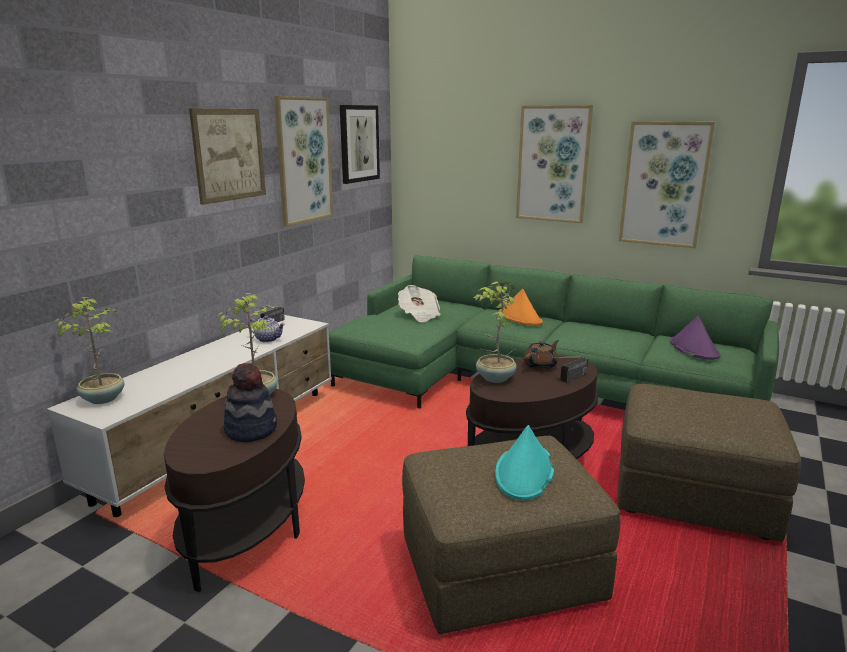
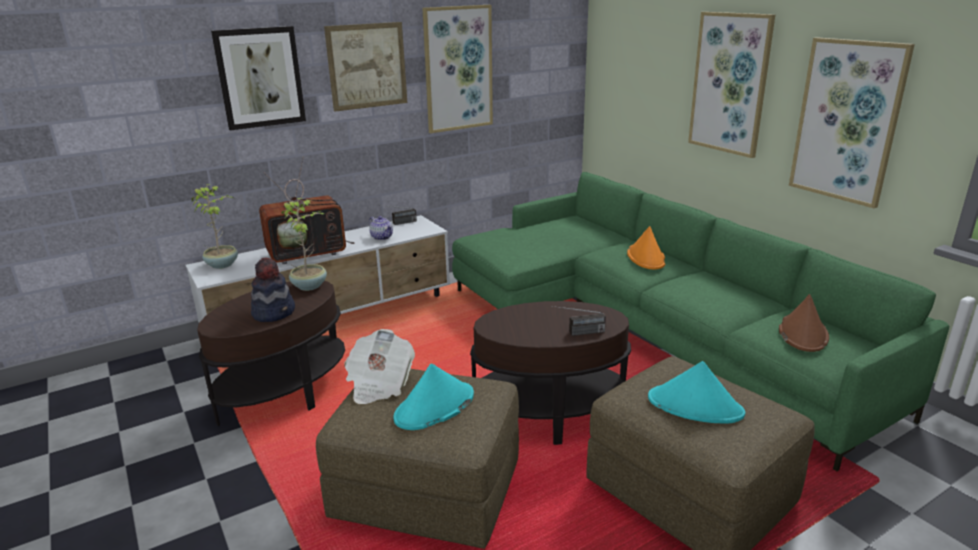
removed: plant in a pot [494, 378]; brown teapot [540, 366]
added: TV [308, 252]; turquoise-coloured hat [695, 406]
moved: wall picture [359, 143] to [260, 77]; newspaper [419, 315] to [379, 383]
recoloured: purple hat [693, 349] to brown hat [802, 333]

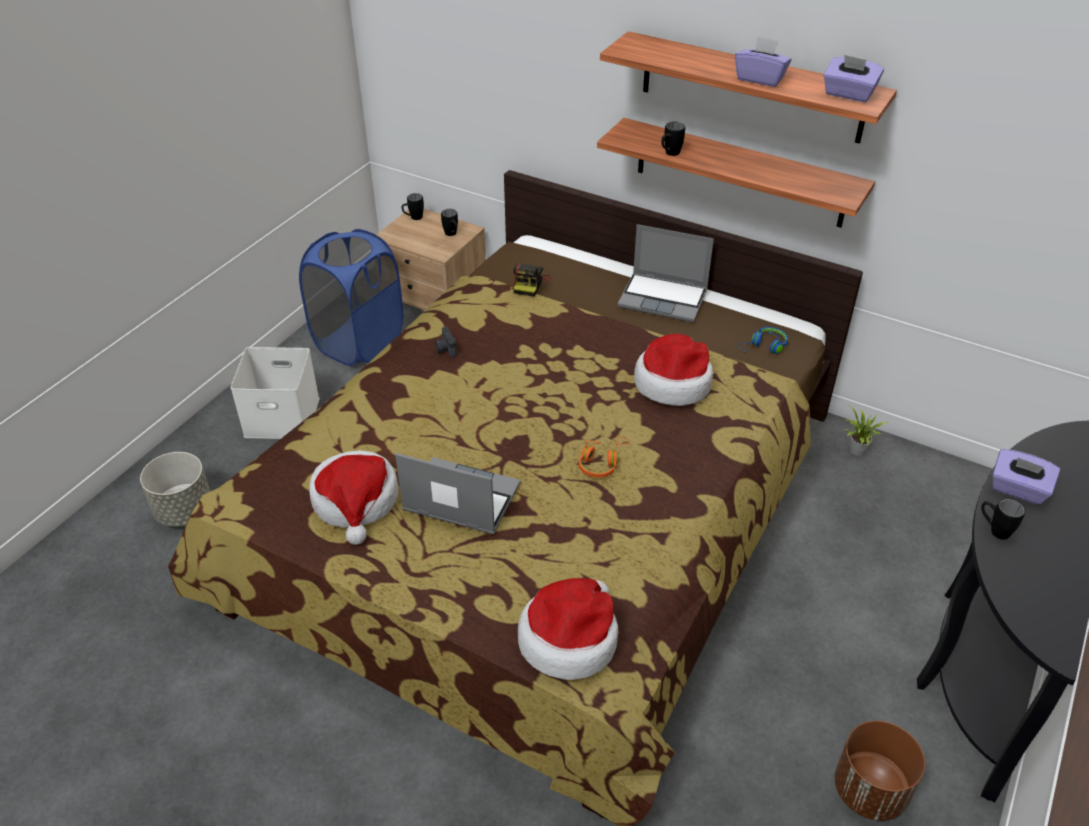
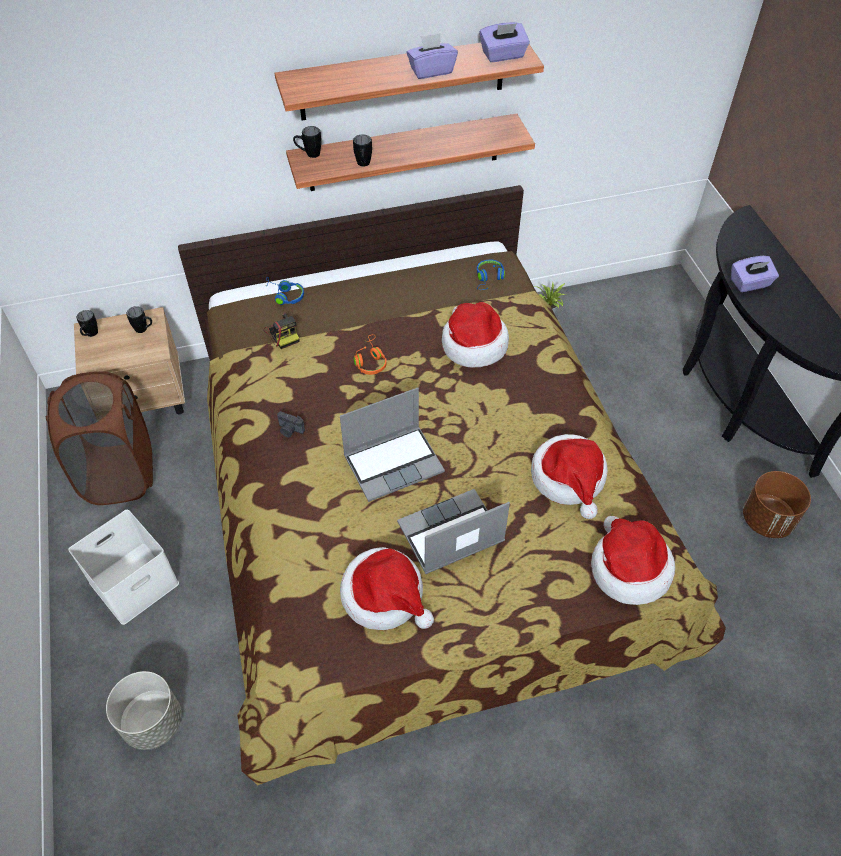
added: blue-coloured headset [284, 295]; hat [569, 479]
moved: portable computer [664, 298] to [394, 463]; orange-coloured headset [601, 463] to [370, 361]; black mug [993, 530] to [309, 154]
recoloured: blue-coloured hamper [359, 342] to brown hamper [119, 474]

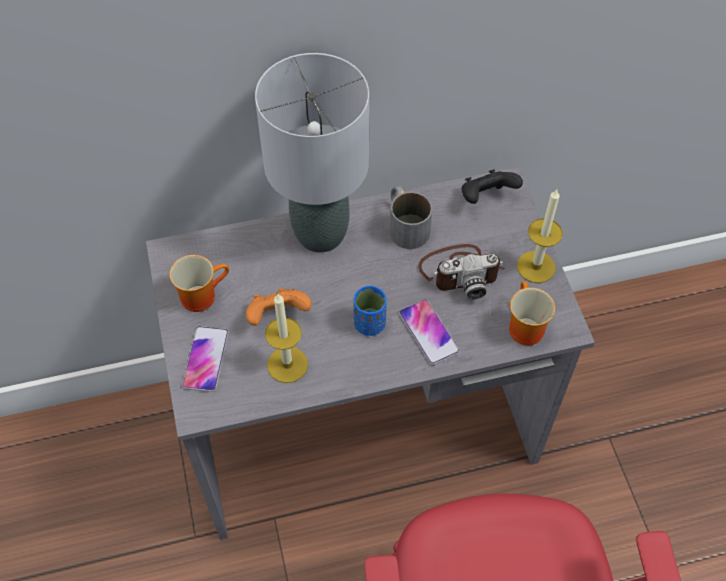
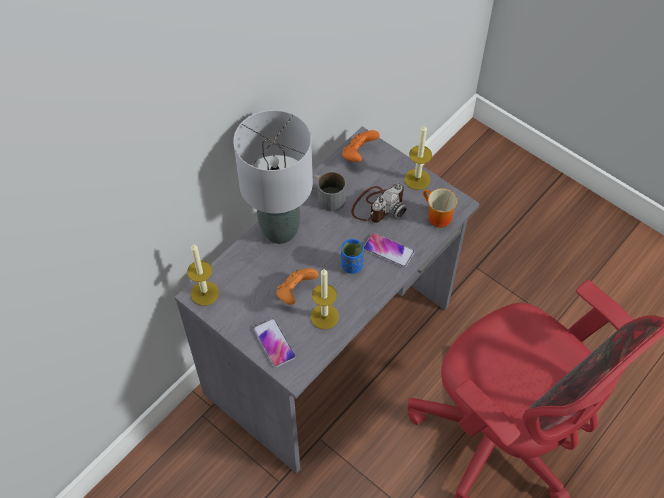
removed: mug [201, 294]
added: wax light [204, 293]
recoloured: black joypad [486, 197] to orange-coloured joypad [358, 154]

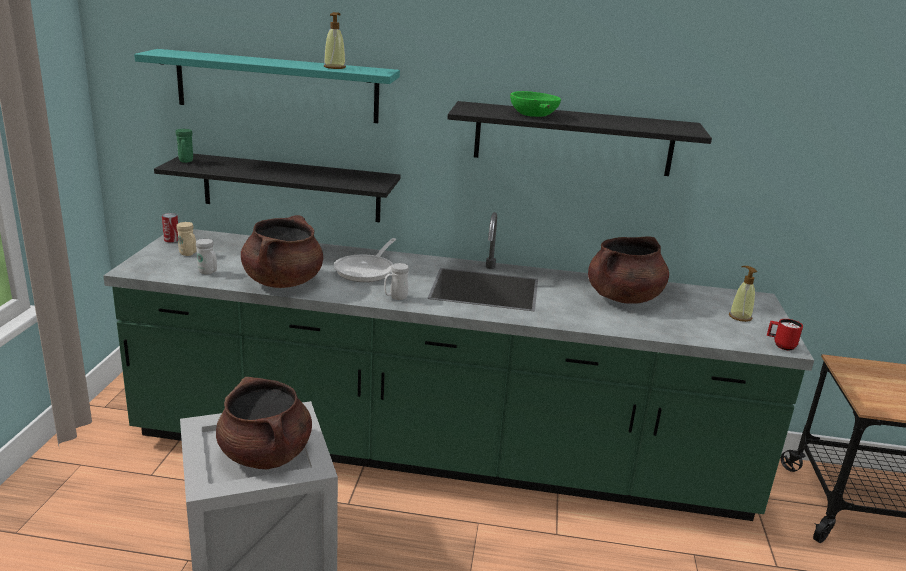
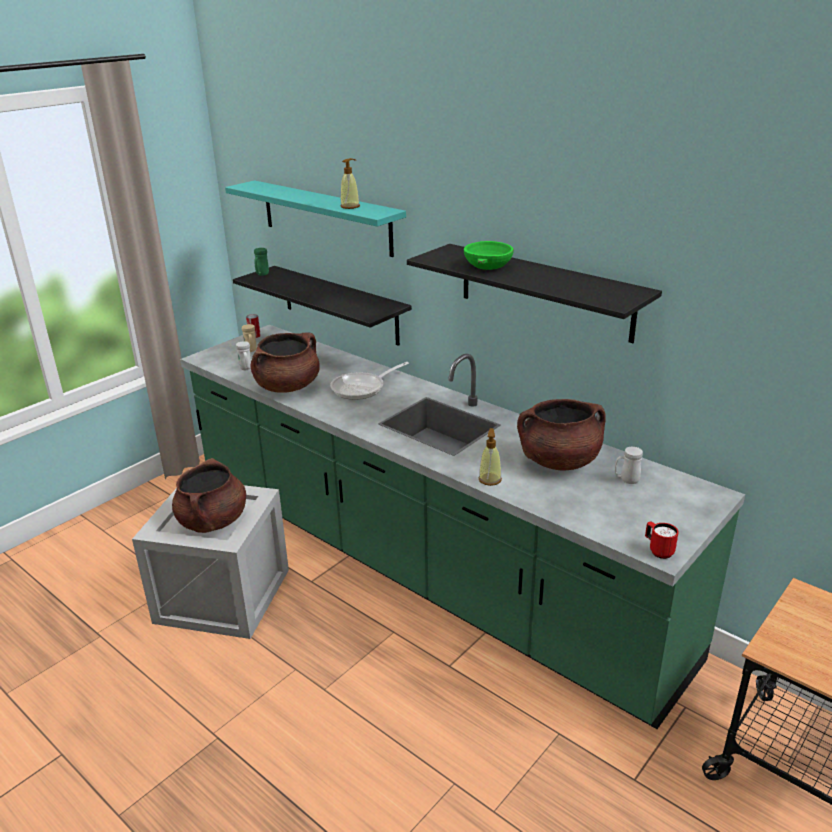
moved: white-coloured mug [395, 298] to [626, 480]; soap dispenser [740, 317] to [490, 479]

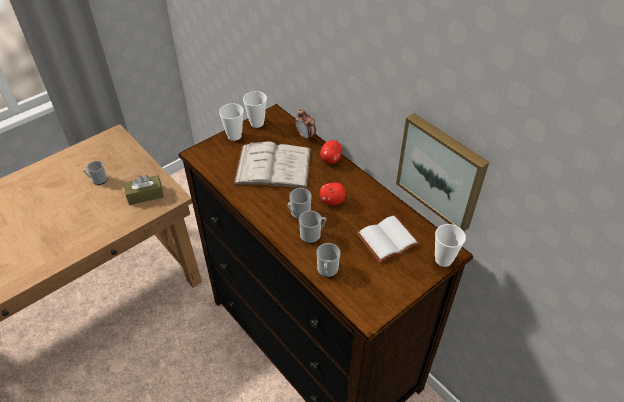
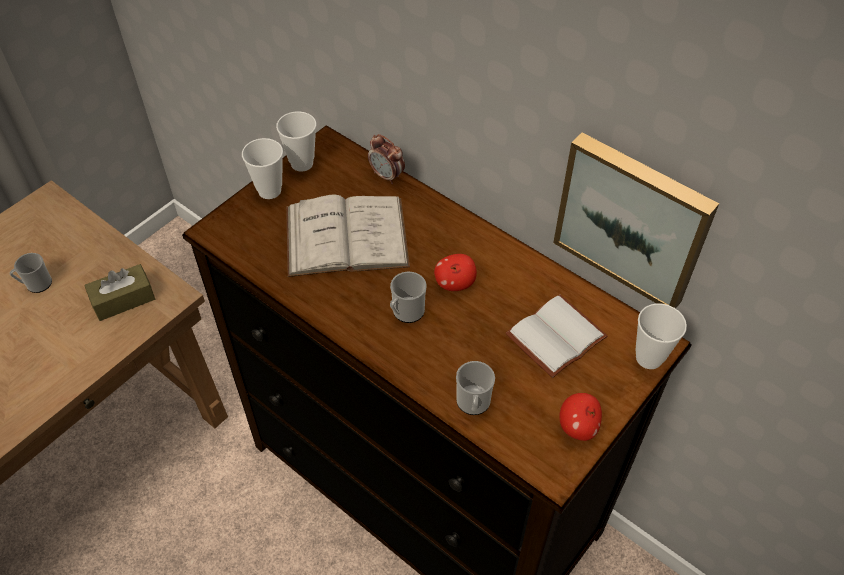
removed: mug [312, 235]
moved: apple [330, 160] to [578, 427]

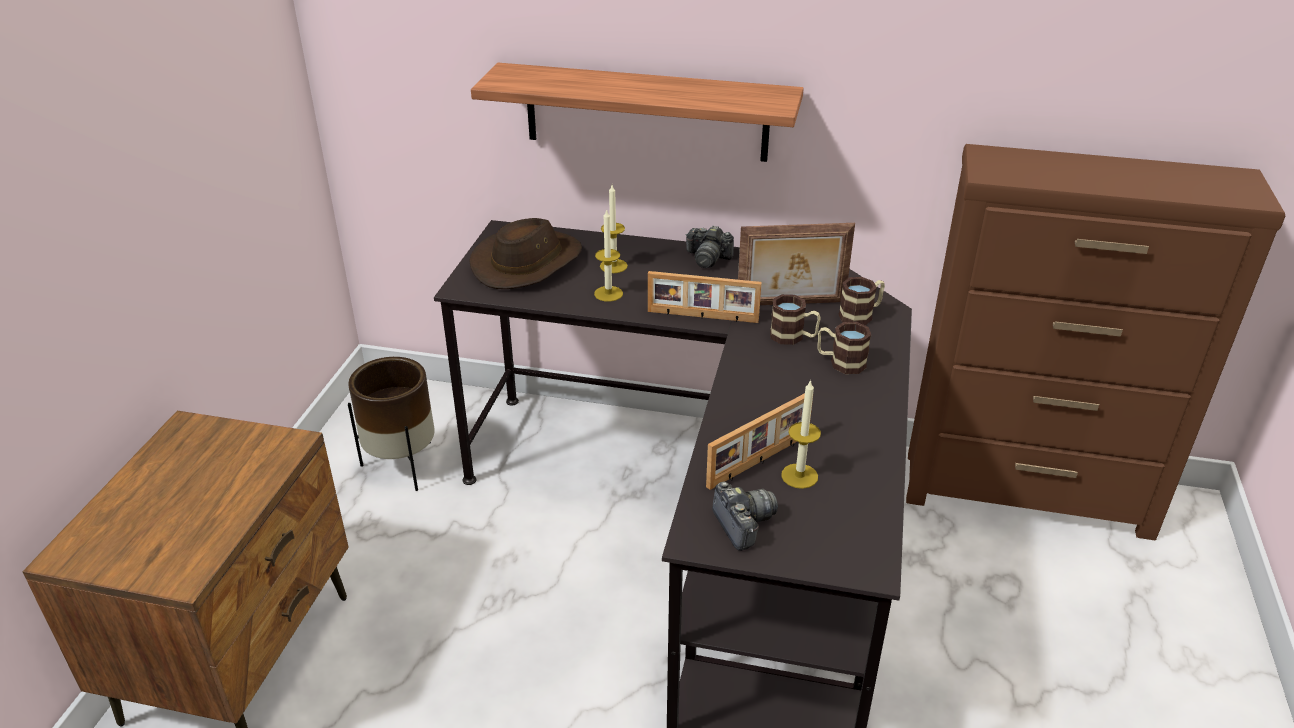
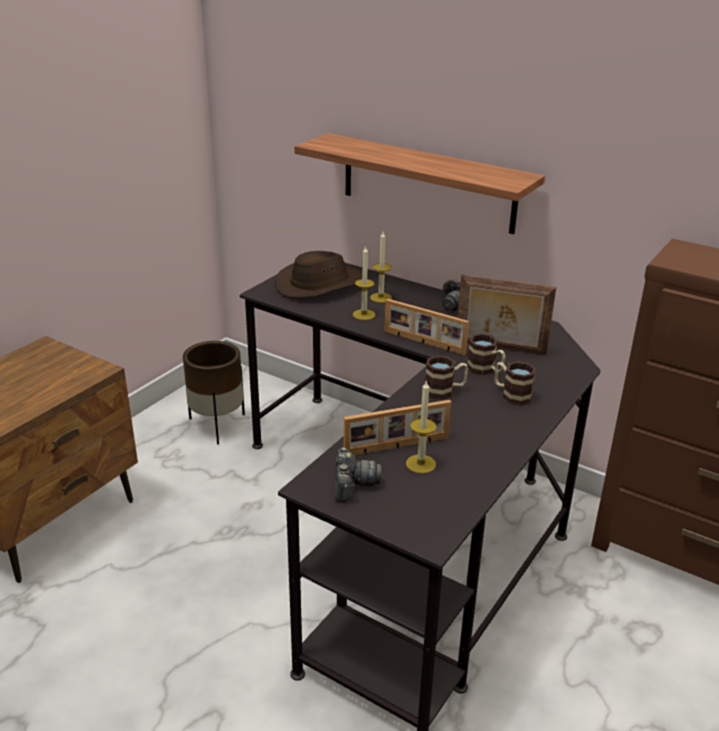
moved: mug [861, 315] to [445, 391]

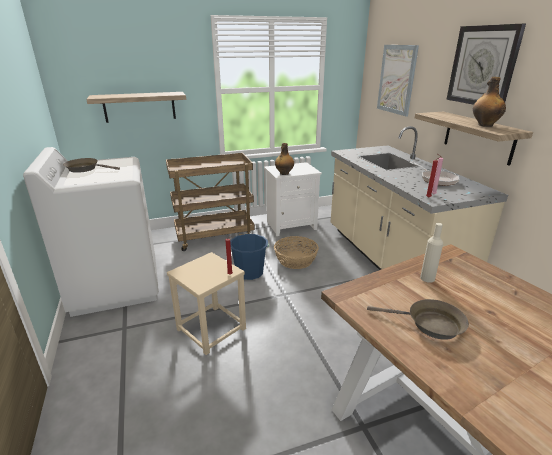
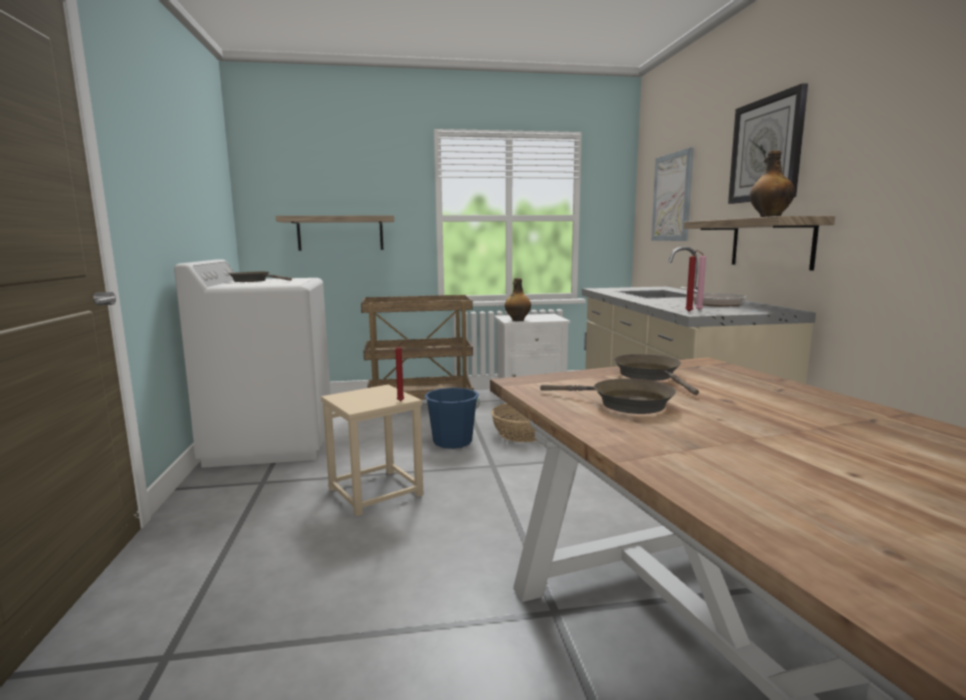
replaced: beige-coloured bottle [427, 278] to brown skillet [650, 376]

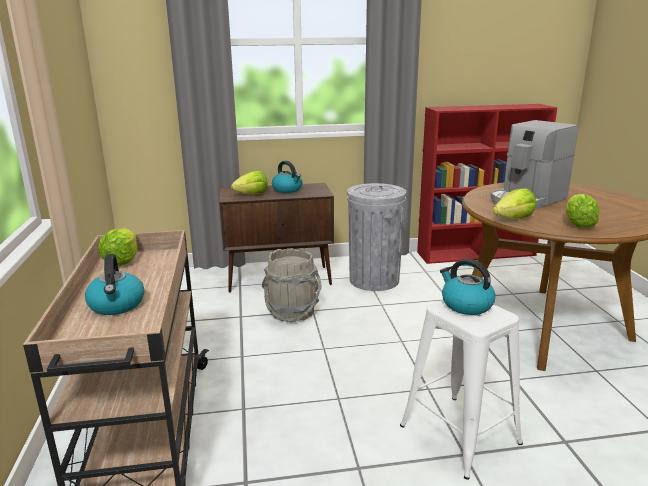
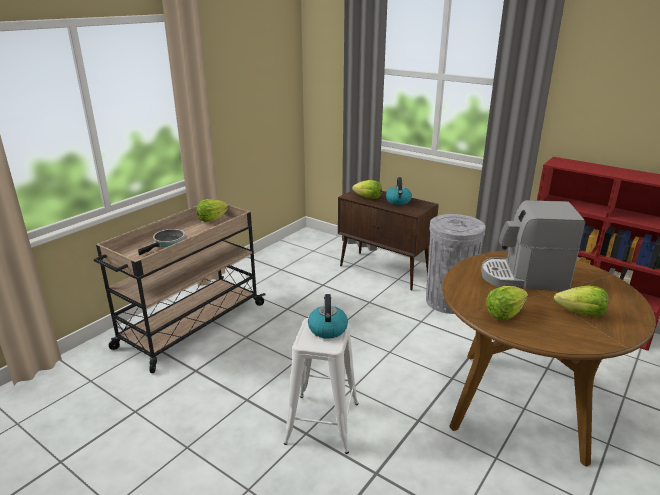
removed: gray water bucket [292, 312]
moved: head of lettuce [513, 219] to [581, 313]
replaced: water kettle [117, 305] to skillet [167, 242]

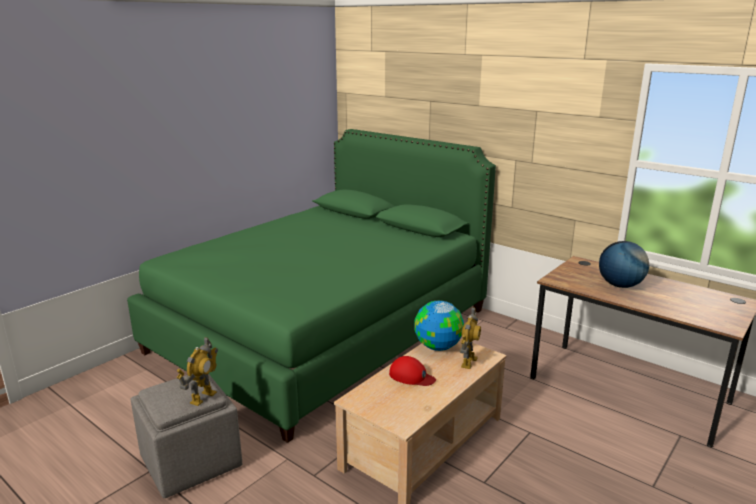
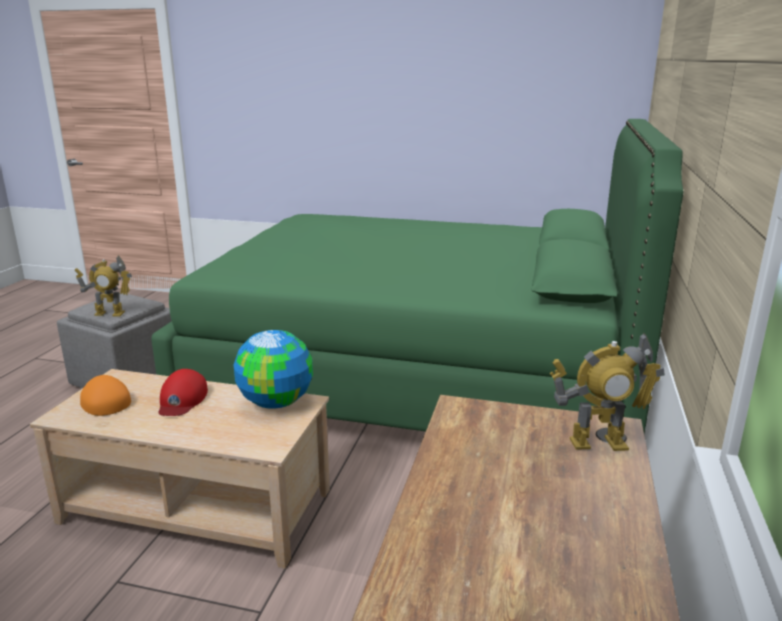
removed: world globe [620, 285]
added: orange-coloured baseball cap [103, 400]
moved: toy robot [468, 362] to [598, 443]

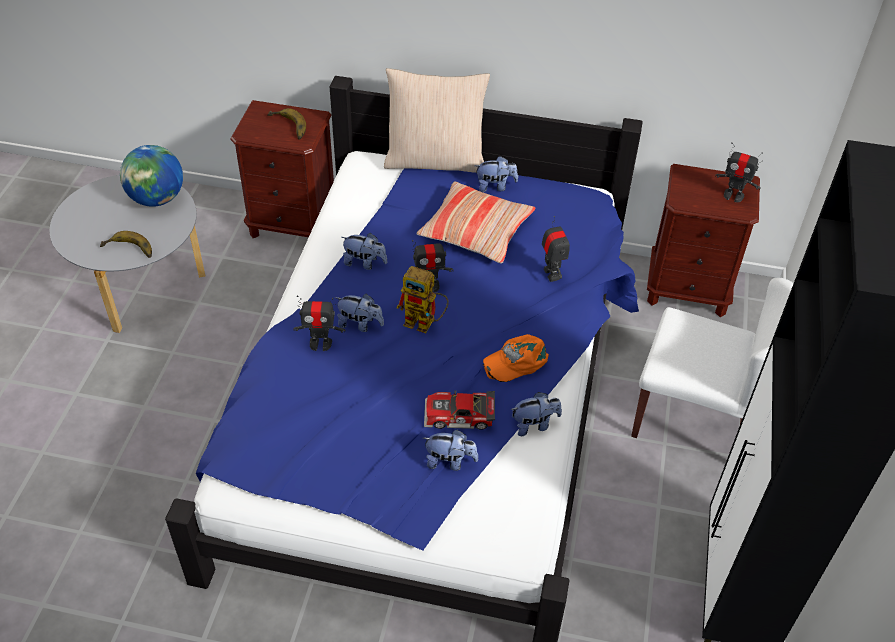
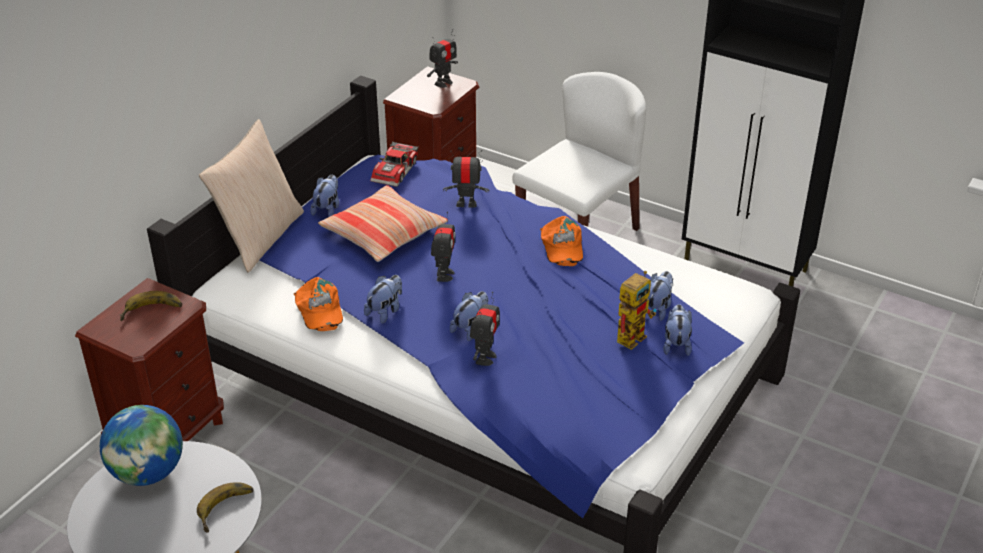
added: orange-coloured baseball cap [319, 310]
moved: toy robot [425, 323] to [633, 334]; miniature car [459, 417] to [396, 171]; soft toy [534, 424] to [676, 344]

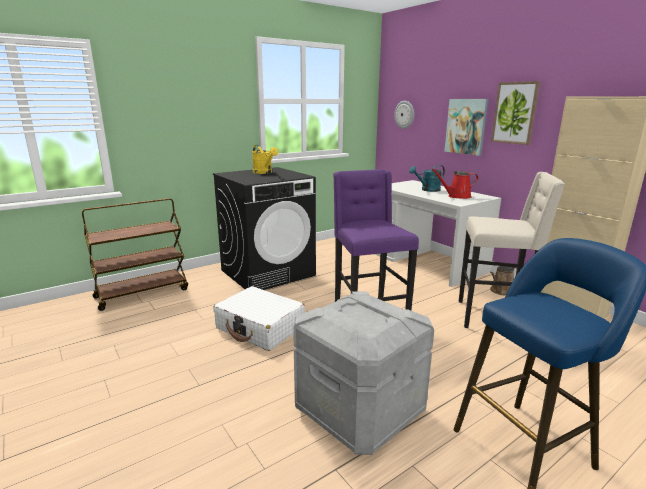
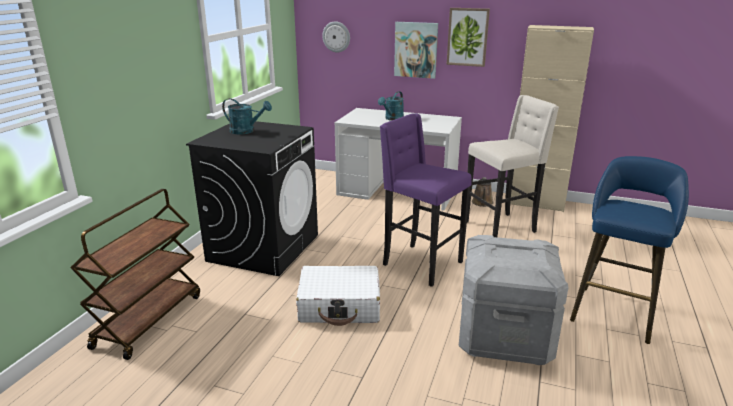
removed: red-coloured watering can [457, 196]
recoloured: yellow watering can [264, 172] to turquoise-coloured watering can [246, 131]

